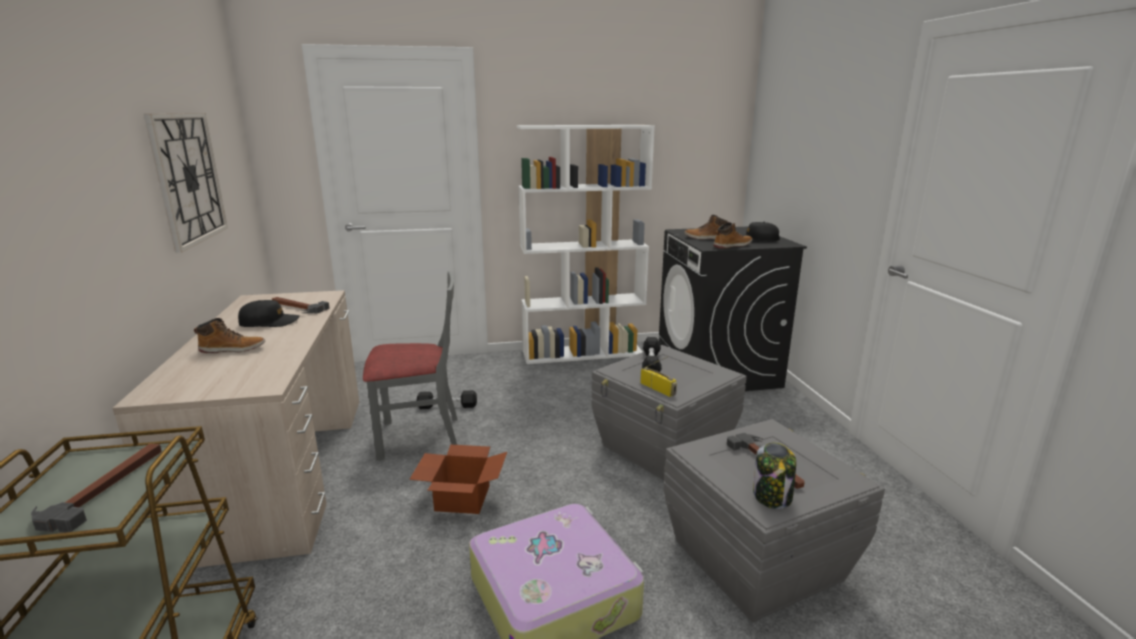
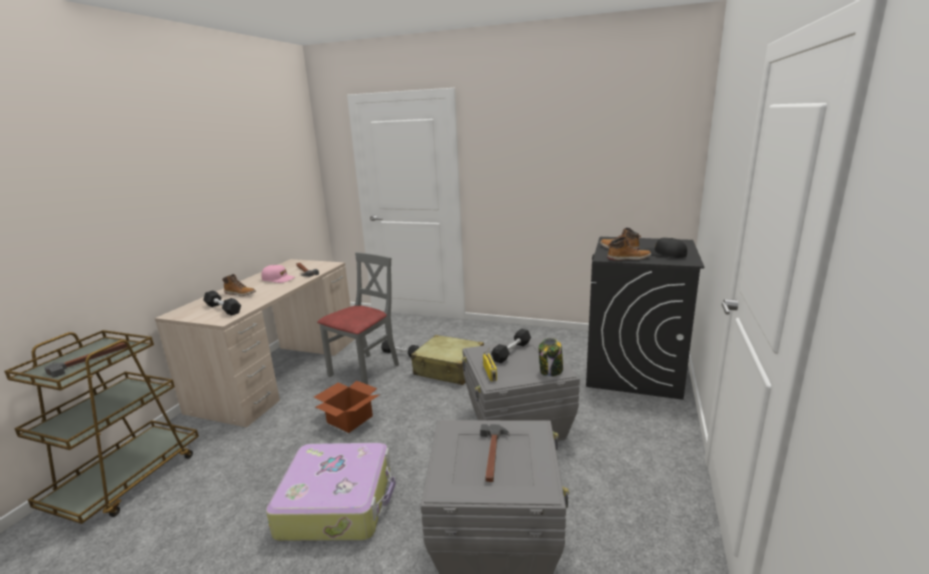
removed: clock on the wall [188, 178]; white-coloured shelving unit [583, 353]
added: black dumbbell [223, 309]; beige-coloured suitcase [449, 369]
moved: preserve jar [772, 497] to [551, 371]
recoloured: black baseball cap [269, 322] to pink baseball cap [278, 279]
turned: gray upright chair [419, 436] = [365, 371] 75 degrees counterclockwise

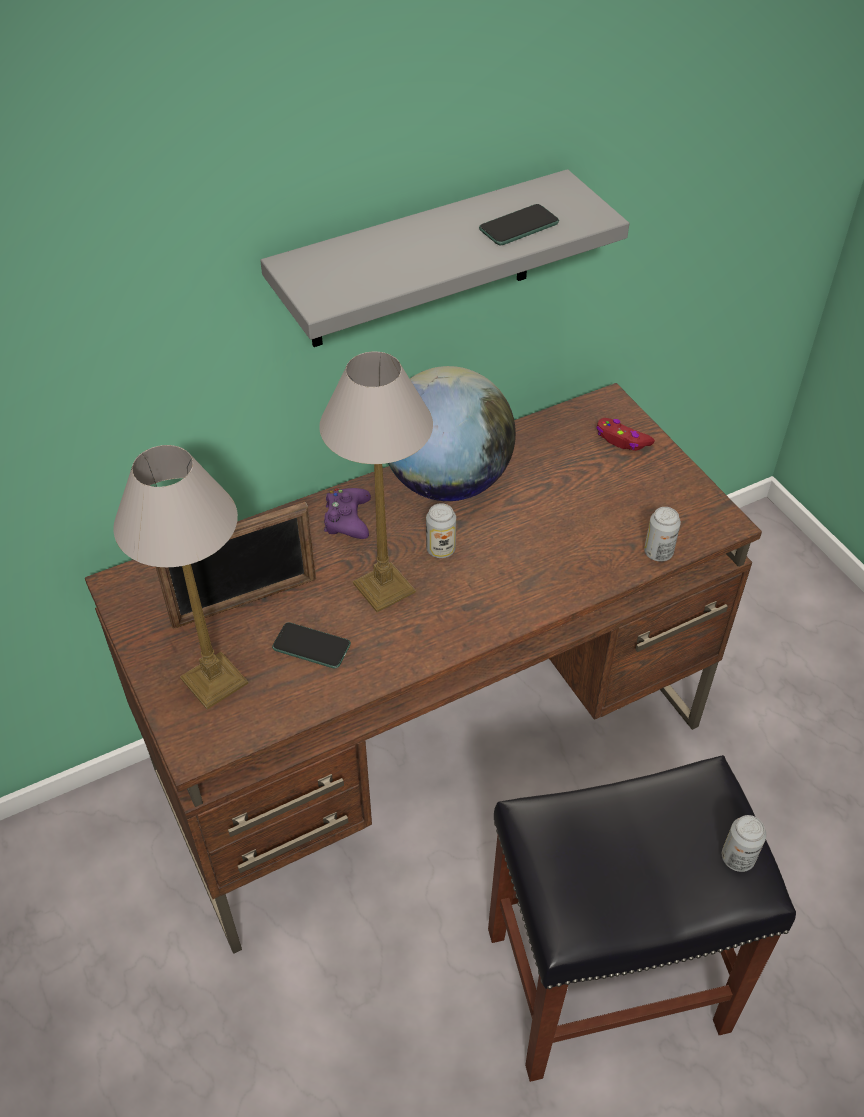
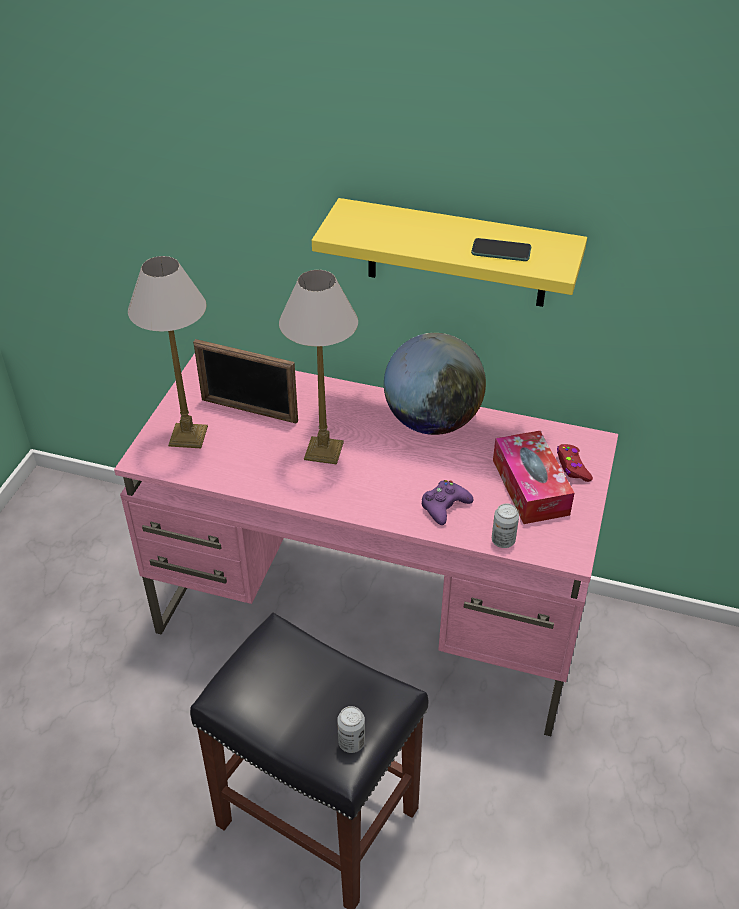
removed: can [440, 549]; phone [311, 646]
added: box of tissues [530, 487]
moved: purple joypad [347, 519] to [444, 506]
recoloured: gray wall shelf [421, 262] to yellow wall shelf [457, 254]; brown desk [432, 747] to pink desk [372, 616]

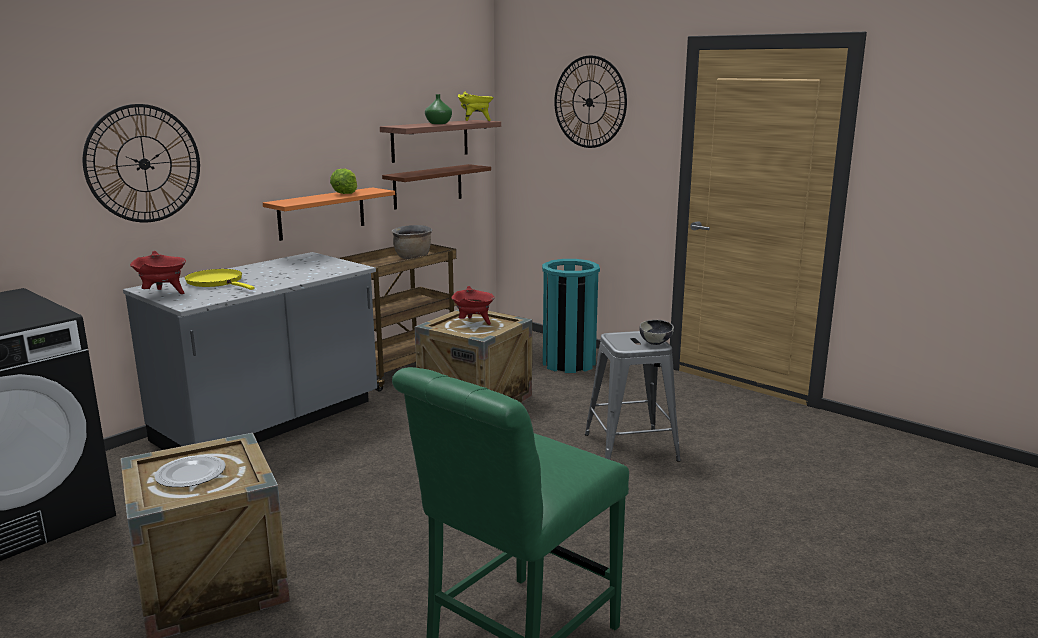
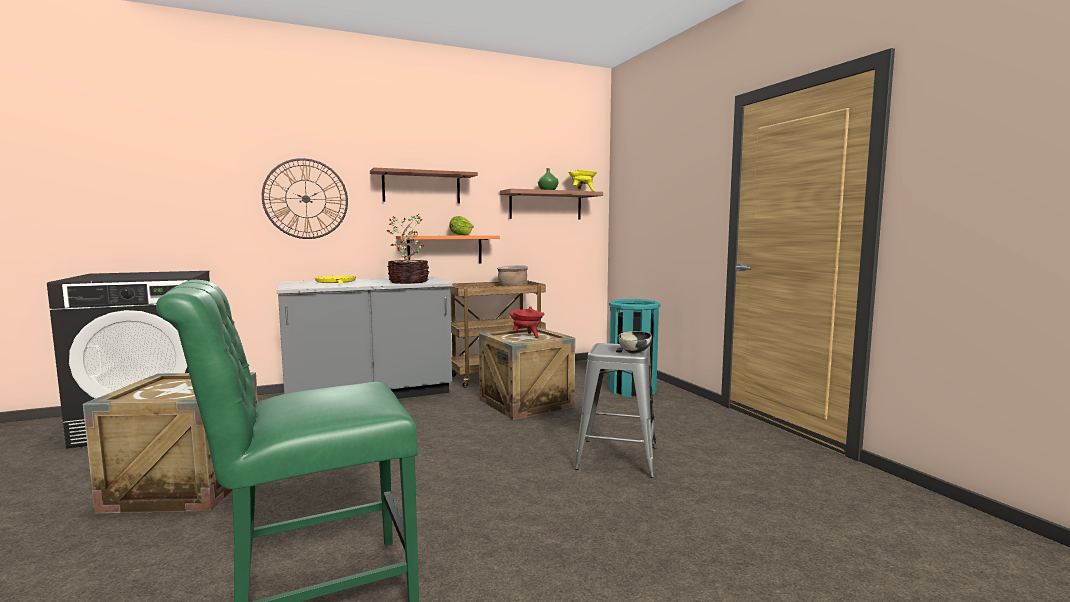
removed: clock on the wall [589, 102]; red-coloured cooking pot [163, 294]; plate [191, 474]
added: plant in a pot [409, 282]
moved: brown wall shelf [428, 186] to [421, 187]

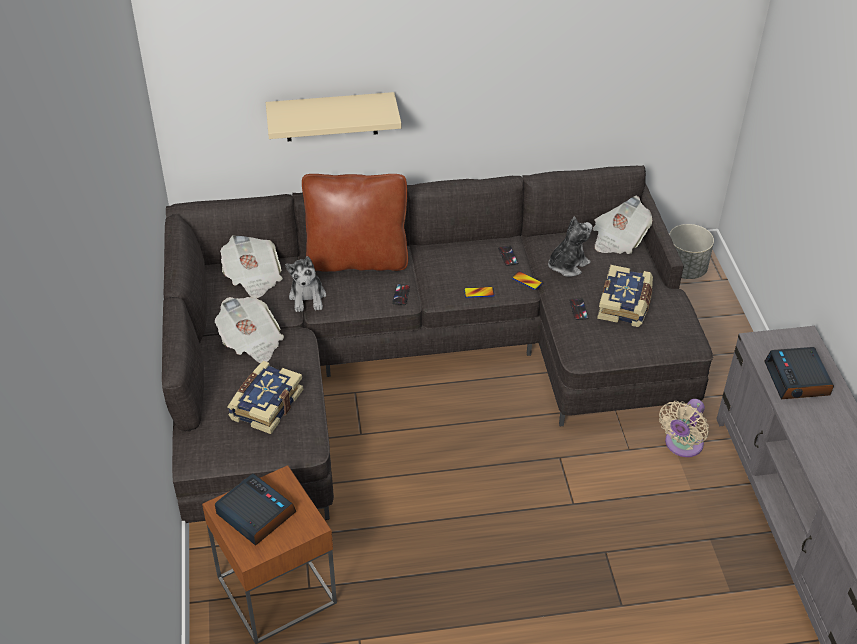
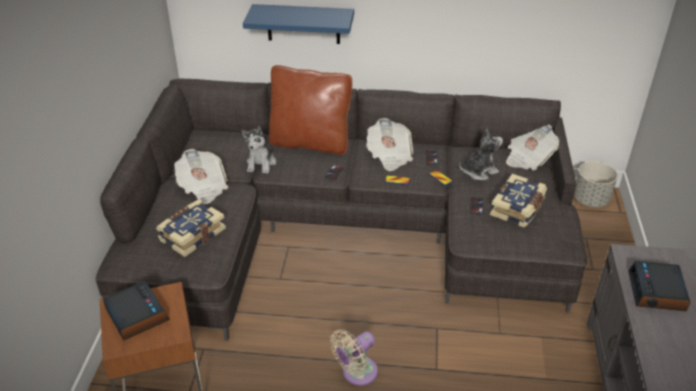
moved: newspaper [253, 277] to [389, 156]; beige-coloured electric fan [681, 445] to [356, 373]
recoloured: beige-coloured wall shelf [331, 117] to blue-coloured wall shelf [303, 24]

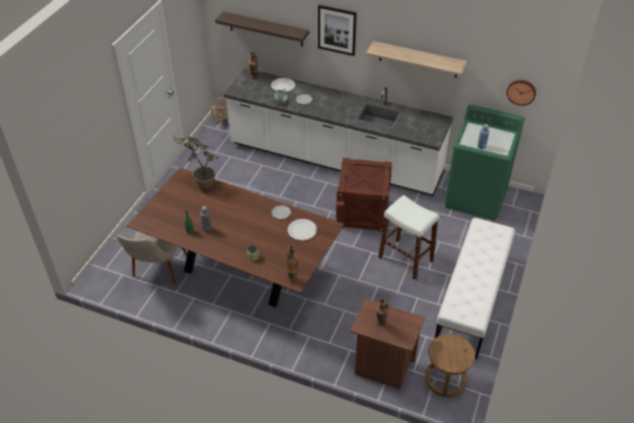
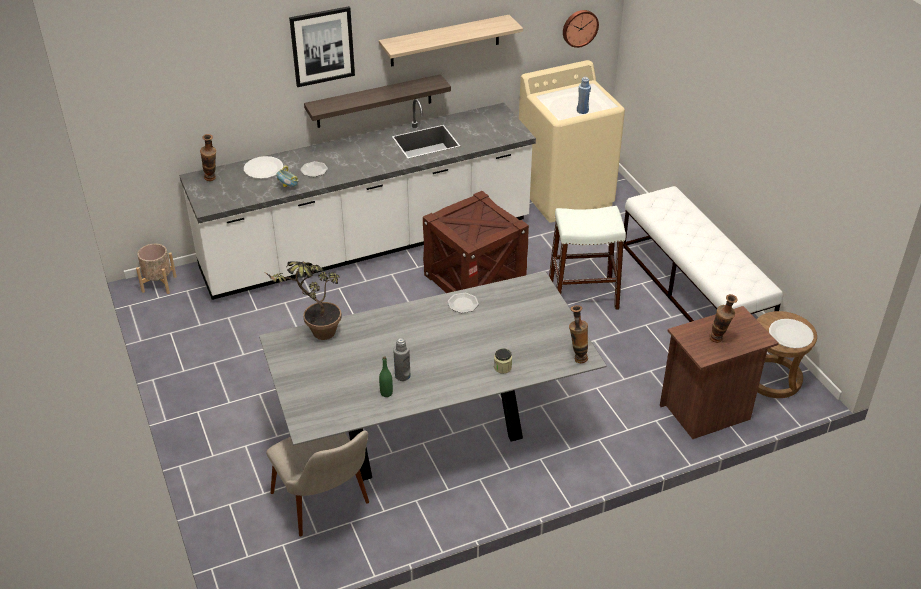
moved: wall shelf [266, 29] to [374, 101]; white-coloured plate [302, 230] to [790, 334]
recoloured: greenish washing machine [476, 197] to beige-coloured washing machine [565, 195]; brown kitchen table [240, 273] to gray kitchen table [432, 433]

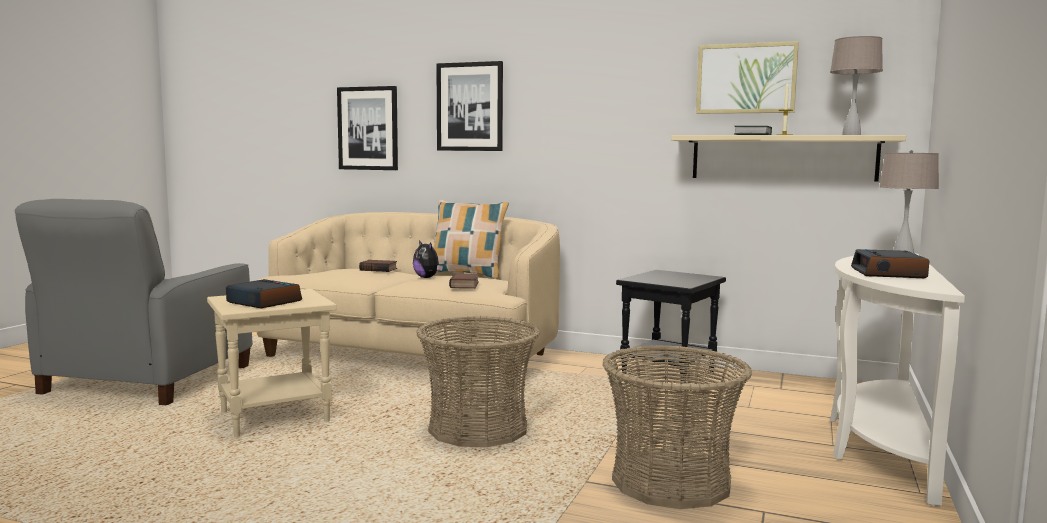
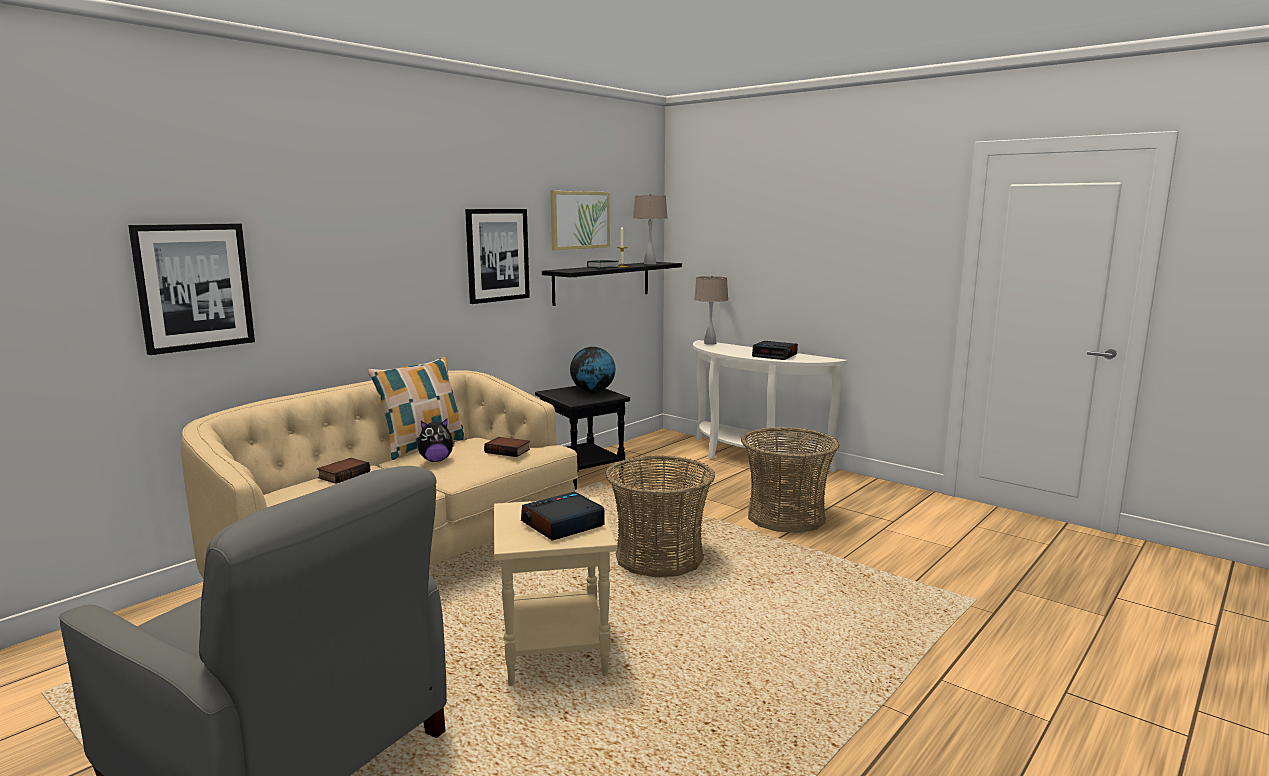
added: world globe [593, 391]
moved: wall picture [470, 107] to [497, 255]
recoloured: beige-coloured wall shelf [783, 158] to black wall shelf [602, 282]

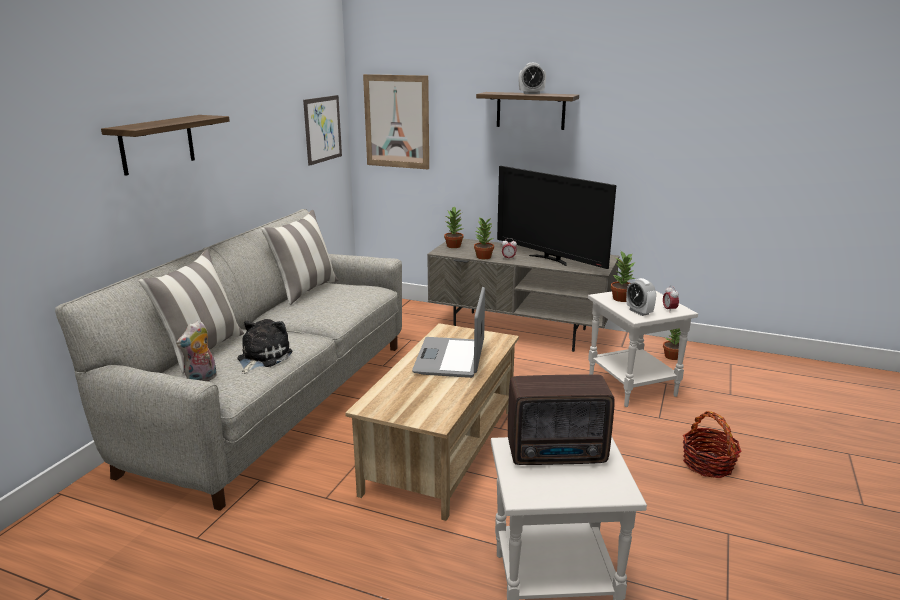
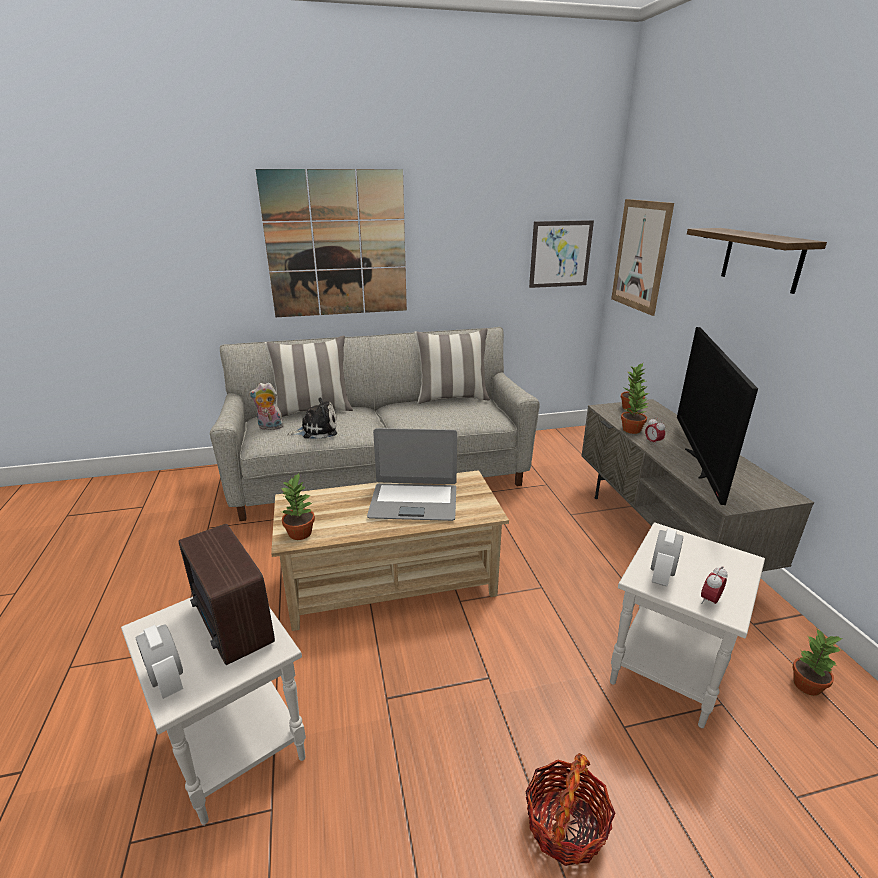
moved: alarm clock [531, 93] to [167, 681]; plant in a pot [621, 298] to [301, 533]
replaced: wall shelf [157, 144] to wall picture [337, 245]
turned: portable computer [450, 358] = [413, 502] 150 degrees counterclockwise

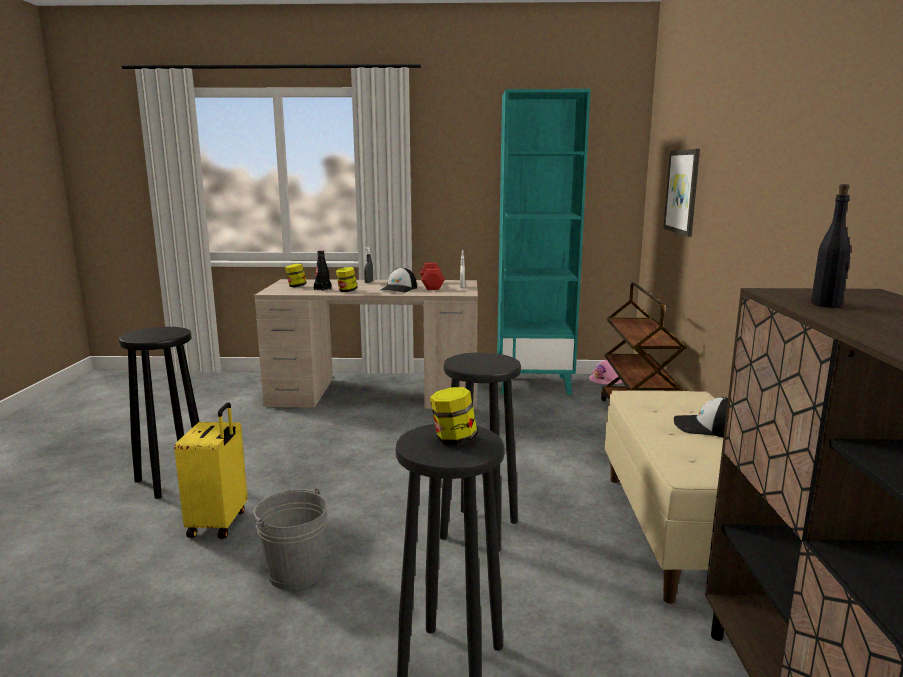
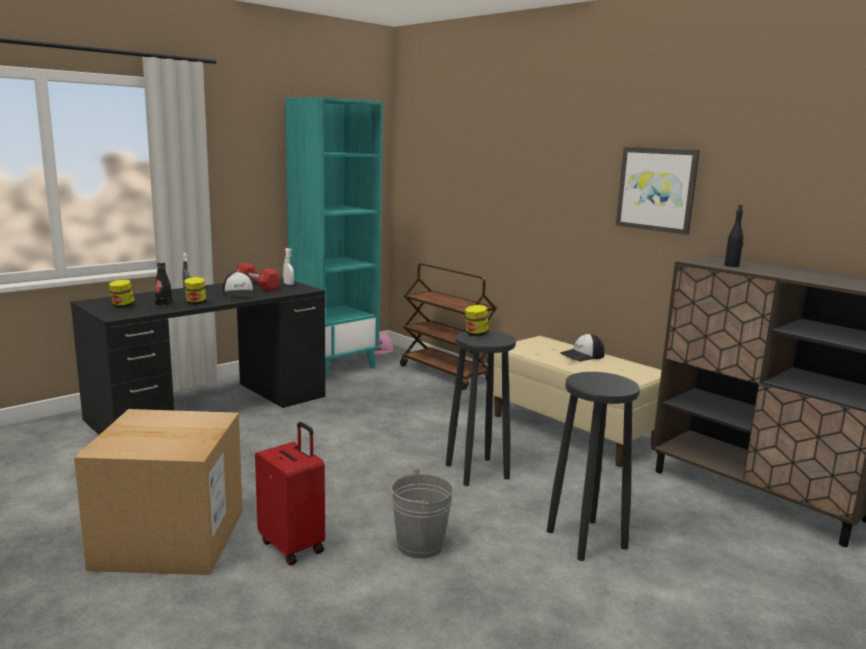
moved: wall picture [683, 191] to [657, 189]; preserve jar [453, 440] to [476, 334]
replaced: black stool seat [173, 480] to carton [170, 539]
recoloured: beige-coloured desk [376, 393] to black desk [212, 407]; yellow suitcase [219, 523] to red-coloured suitcase [293, 546]

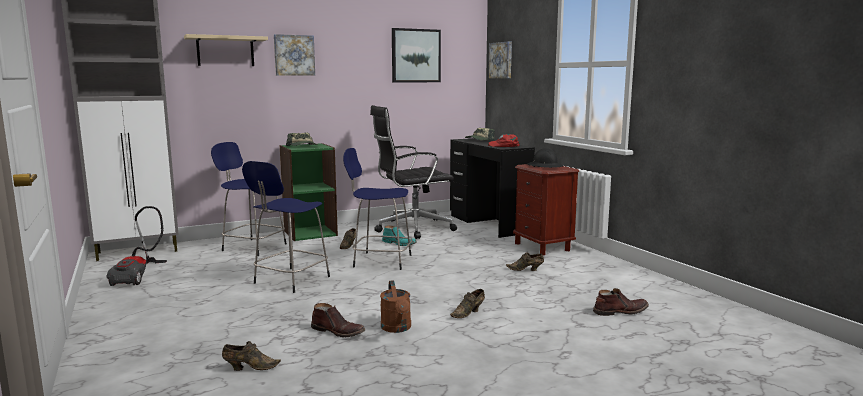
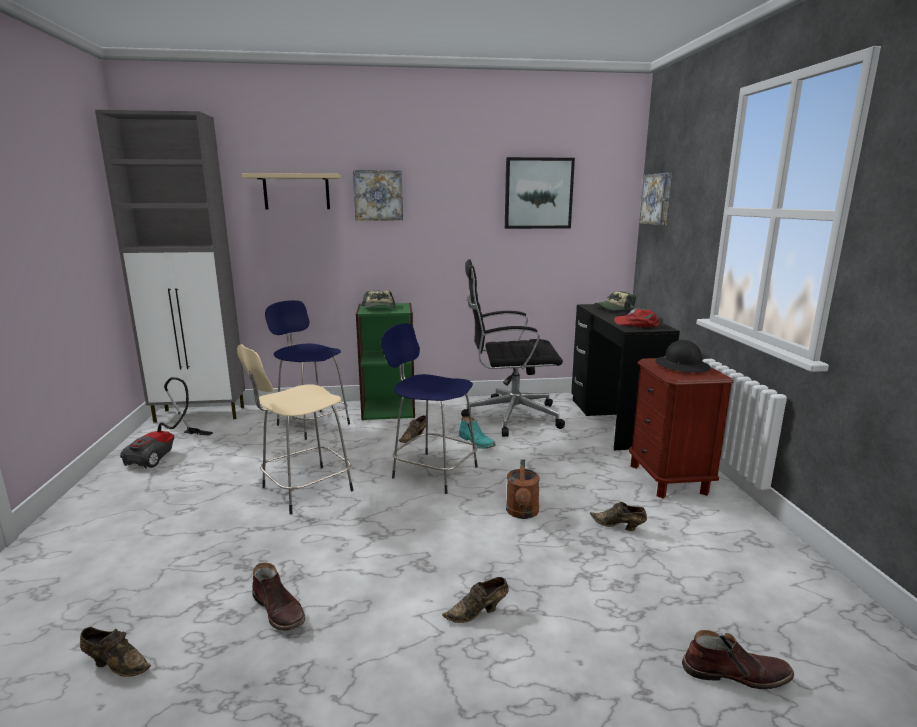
moved: brown watering can [397, 328] to [522, 513]
recoloured: blue-coloured stool seat [290, 280] to beige-coloured stool seat [304, 490]

